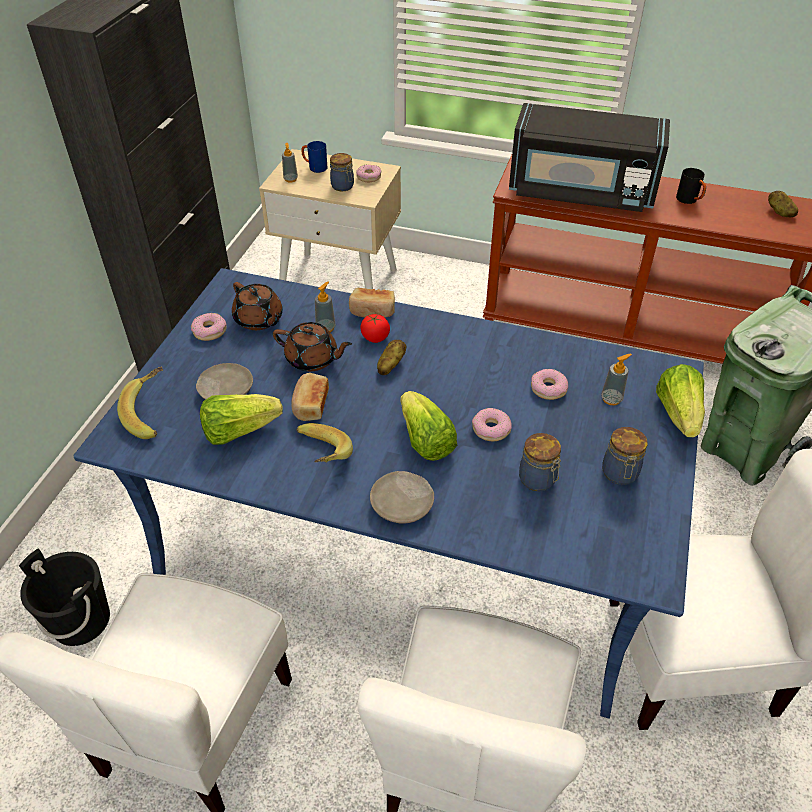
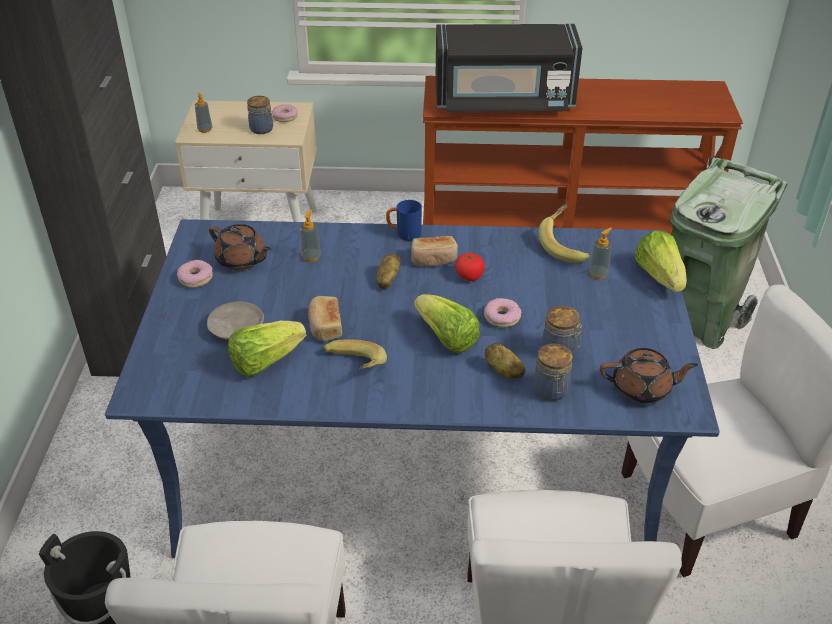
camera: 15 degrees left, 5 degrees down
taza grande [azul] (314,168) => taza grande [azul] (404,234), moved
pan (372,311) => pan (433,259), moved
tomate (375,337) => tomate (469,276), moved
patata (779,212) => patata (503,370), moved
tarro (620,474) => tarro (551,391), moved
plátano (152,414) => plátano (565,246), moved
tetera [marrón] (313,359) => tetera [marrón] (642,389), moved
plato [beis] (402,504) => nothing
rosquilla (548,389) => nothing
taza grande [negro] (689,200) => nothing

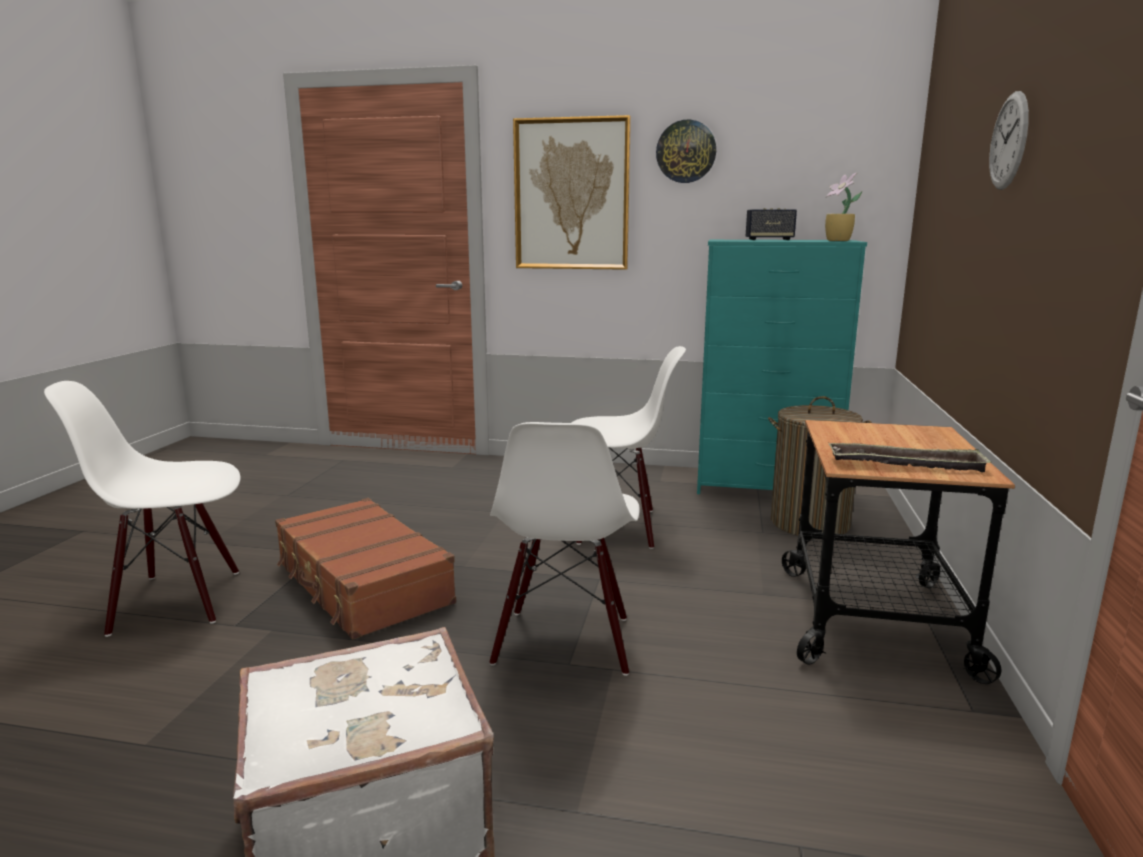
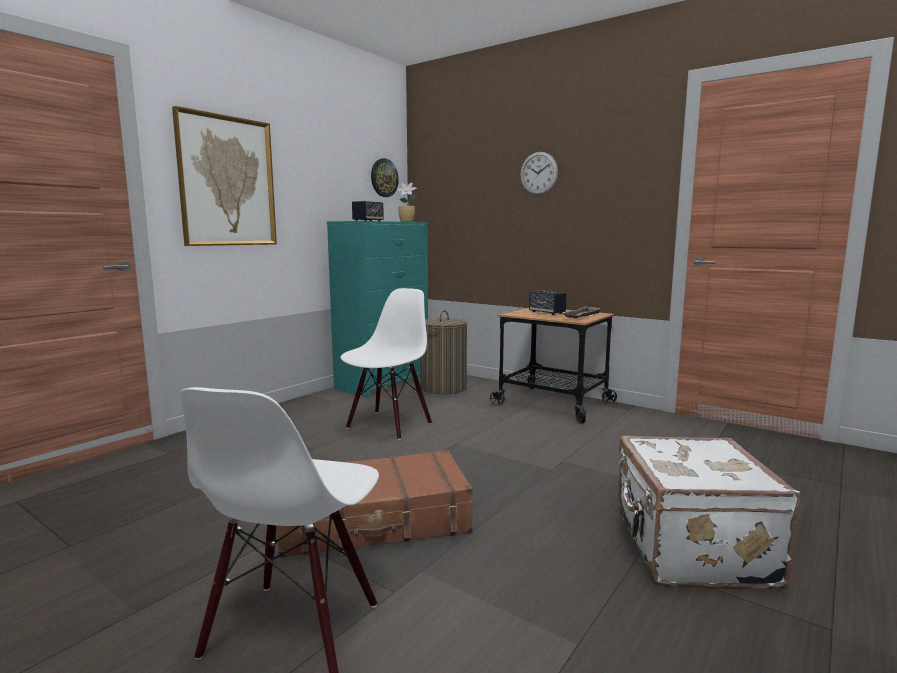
camera: 65 degrees left, 5 degrees down
reloj de pared (686,151) => reloj de pared (384,178), moved
nothing => altavoz (547,313)
silla [blanco] (564,642) => nothing

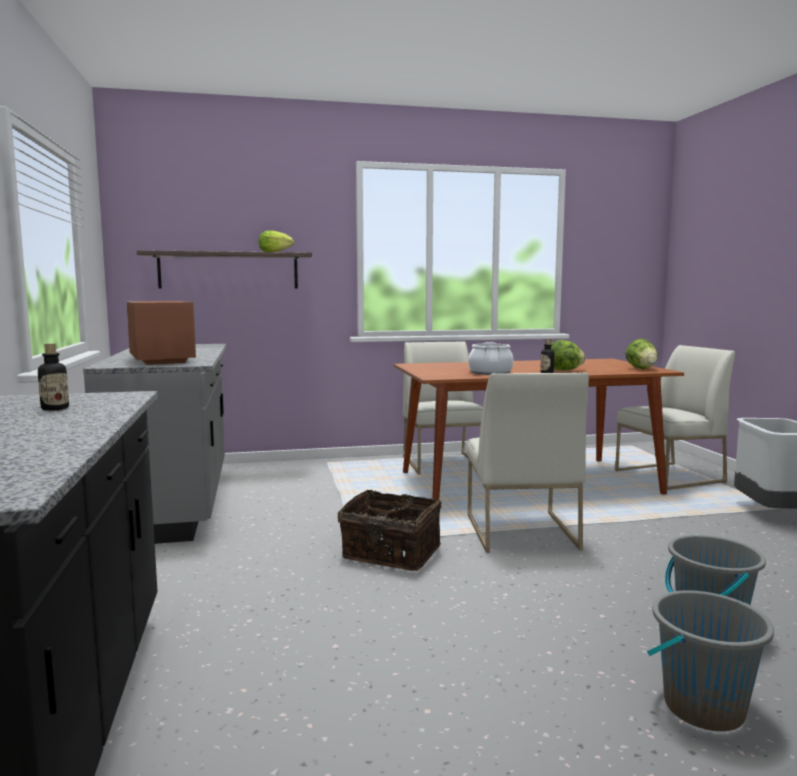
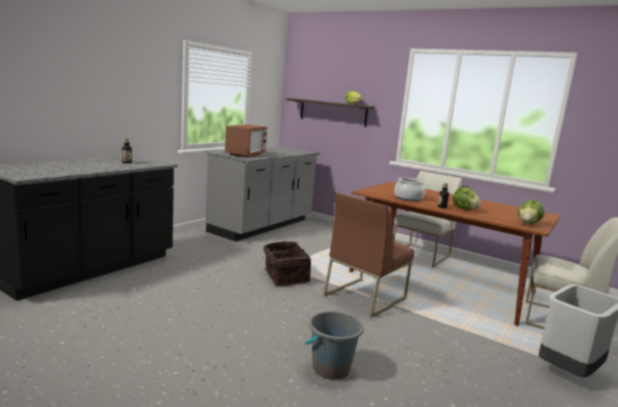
camera: 45 degrees right, 5 degrees up
silla [blanco] (519,531) => silla [marrón] (365,296)
cubo [gris] (703,707) => nothing

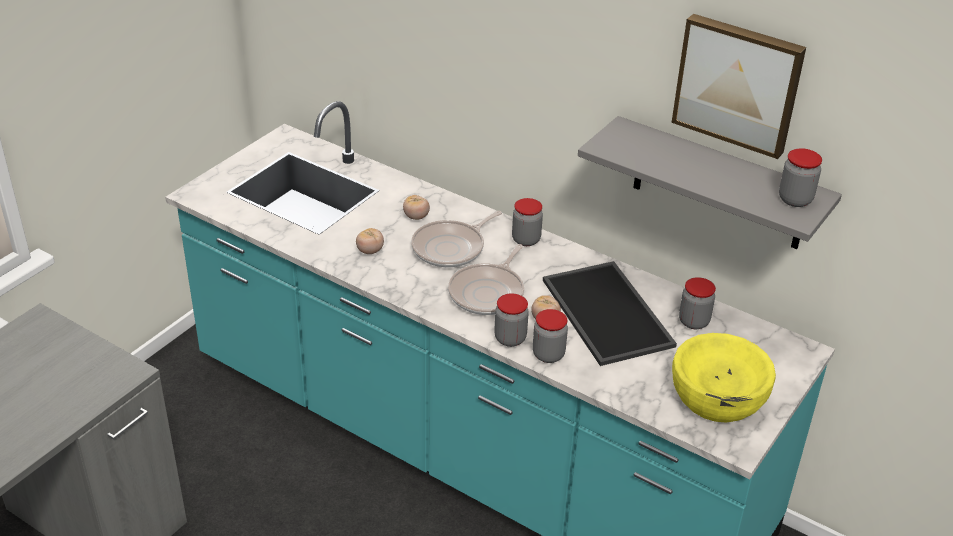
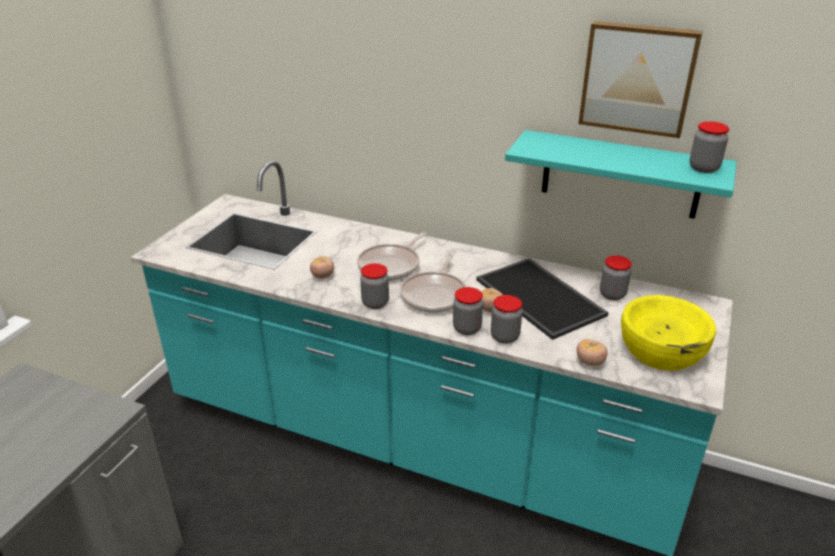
camera: 10 degrees left, 5 degrees down
tarro (526,240) => tarro (375,303), moved
estante [gris] (719,185) => estante [turquesa] (620,174)
tomate (416,217) => tomate (590,362), moved

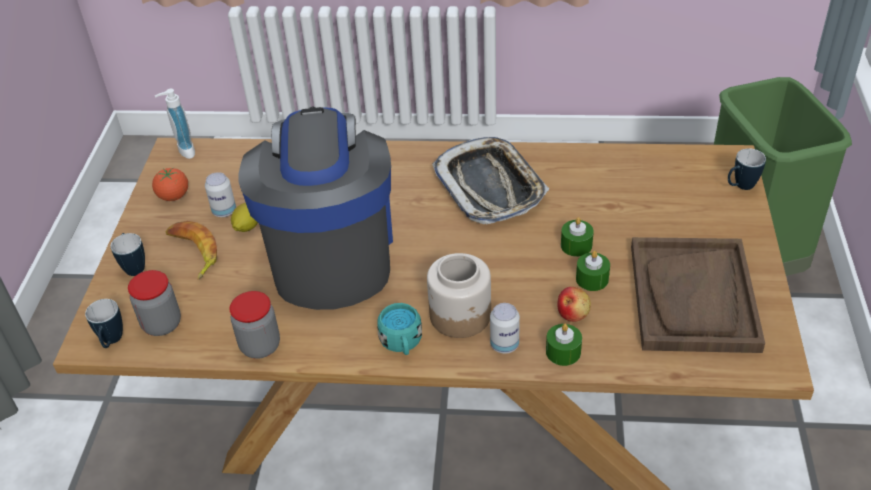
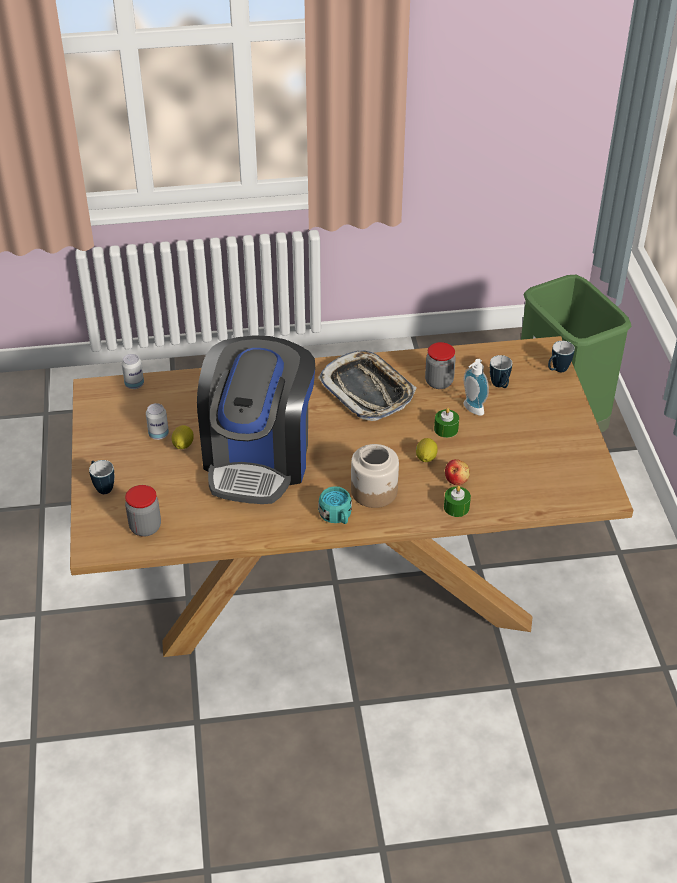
camera: 15 degrees left, 0 degrees up
lata (504,345) => lata (134,384), moved
cafetera (331,253) => cafetera (258,457), 150 degrees counterclockwise
nothing => limón (425,458)
tarro (260,346) => tarro (439,382), moved
dispensador de jabón (183,152) => dispensador de jabón (471,410), moved
taza grande (111,342) => taza grande (500,386), moved
tomate (174,196) => nothing
plátano (193,252) => nothing
vela [verde] (592,279) => nothing
bandeja [marrón] (693,297) => nothing

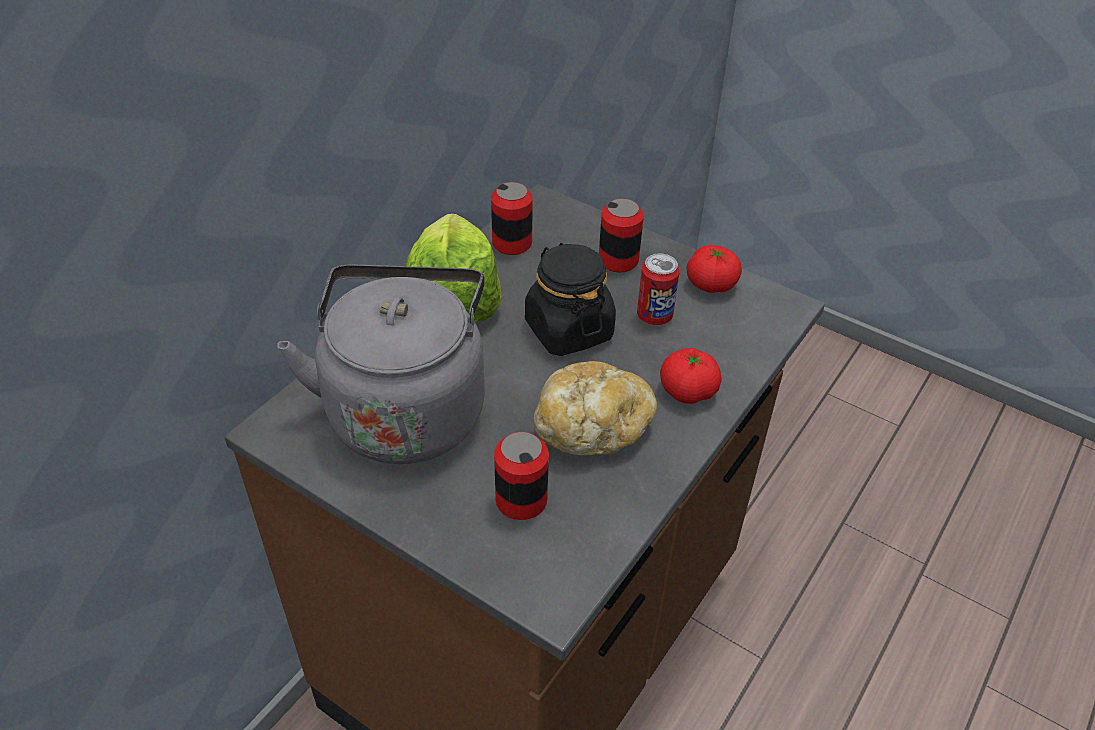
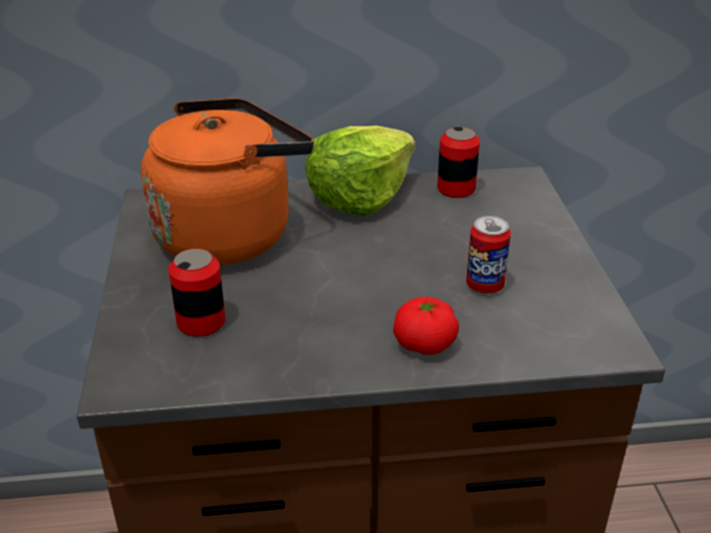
camera: 50 degrees right, 10 degrees down
hervidor [gris] (406,408) => hervidor [naranja] (229,233)
tarro [negro] (568,330) => nothing
pan (592,428) => nothing
lata (618,260) => nothing
tomate (711,284) => nothing

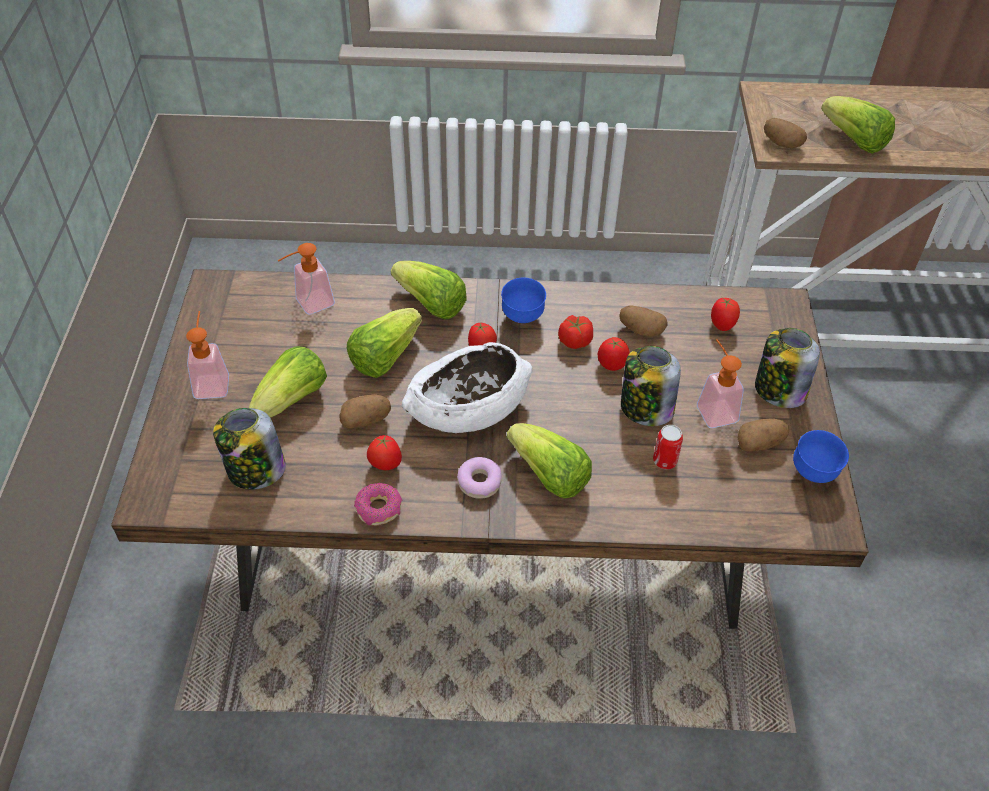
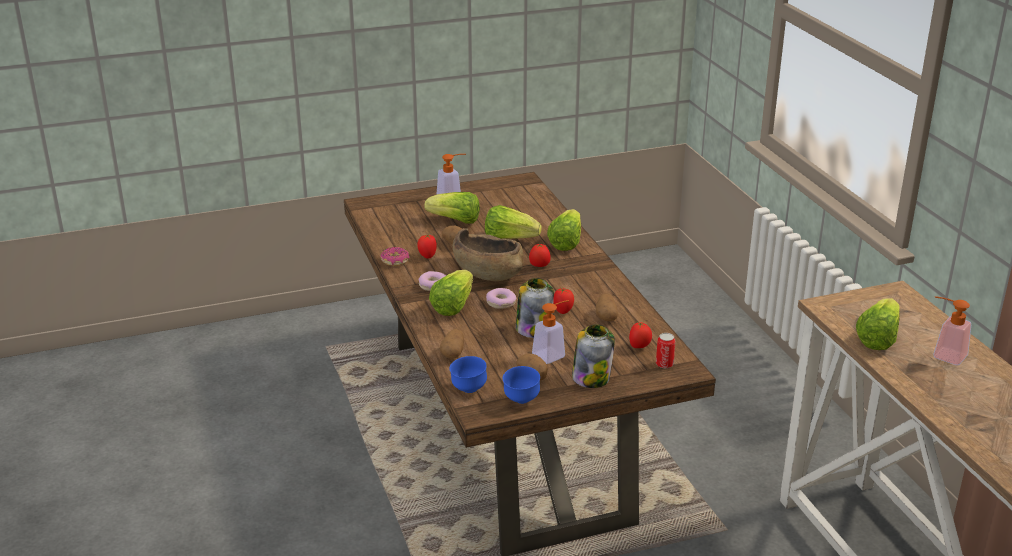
camera: 70 degrees right, 20 degrees down
patata (781,143) => patata (453,353), moved
cuenco [azul] (522,317) => cuenco [azul] (468,389), moved
cuenco [blanco] (468,409) => cuenco [marrón] (487,271)
nothing => rosquilla (501,303)
lata (665,461) => lata (664,364), moved
dispensador de jabón (309,304) => dispensador de jabón (944,354), moved
tarro (255,470) => nothing
tomate (574,341) => nothing

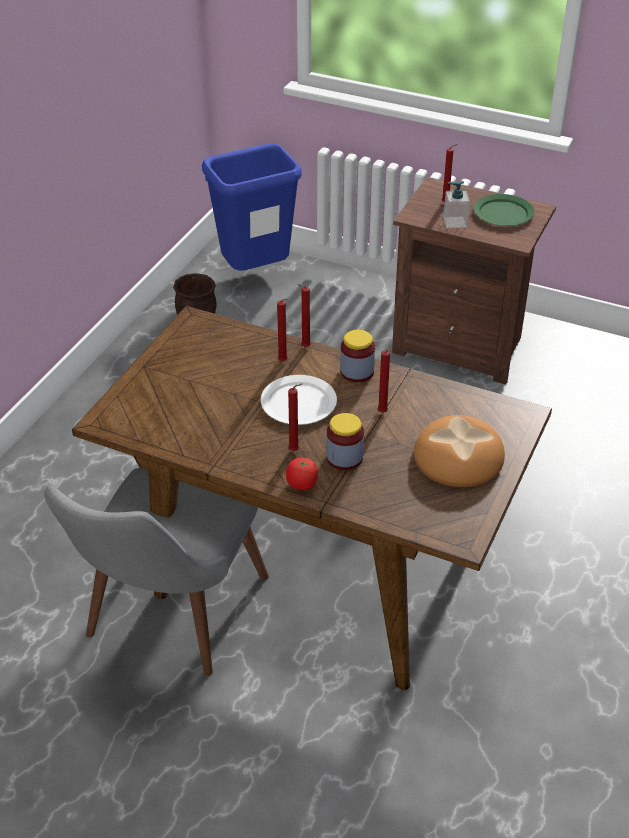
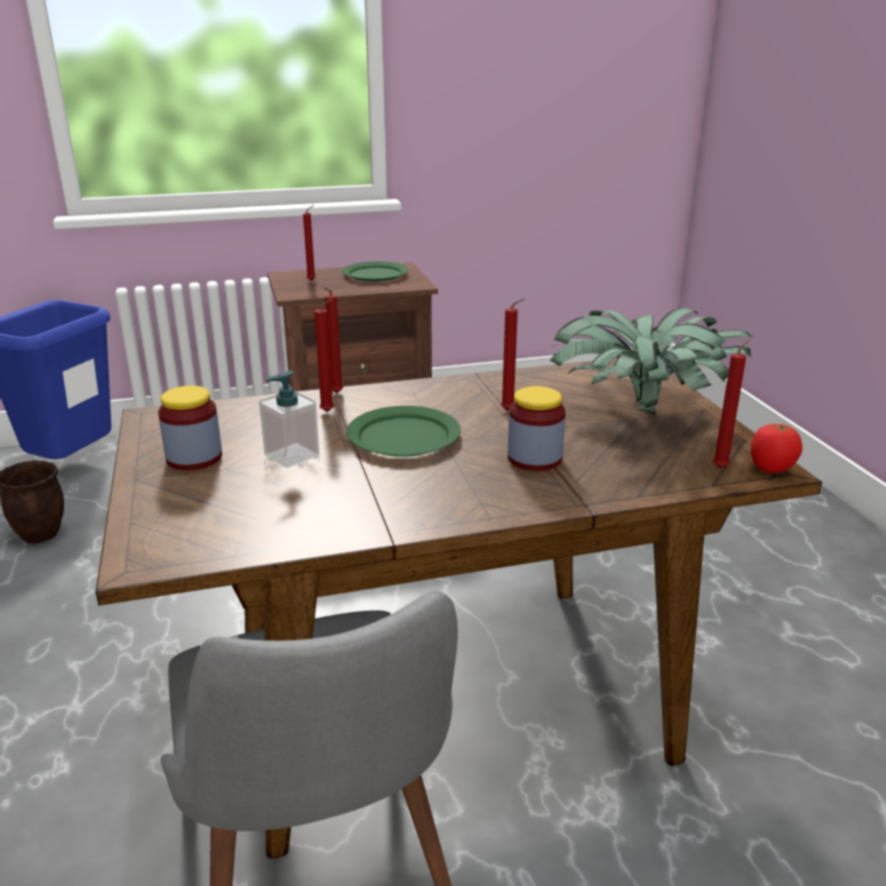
camera: 40 degrees left, 15 degrees down
tarro (357,372) => tarro (194,458), moved
dispensador de jabón (454,222) => dispensador de jabón (291,455), moved
plato [blanco] (299,403) => plato [verde] (404,436)
pan (458,456) => planta en maceta (640,412)
vela [rojo] (295,450) => vela [rojo] (722,467), moved
tomate (301,485) => tomate (771,468), moved

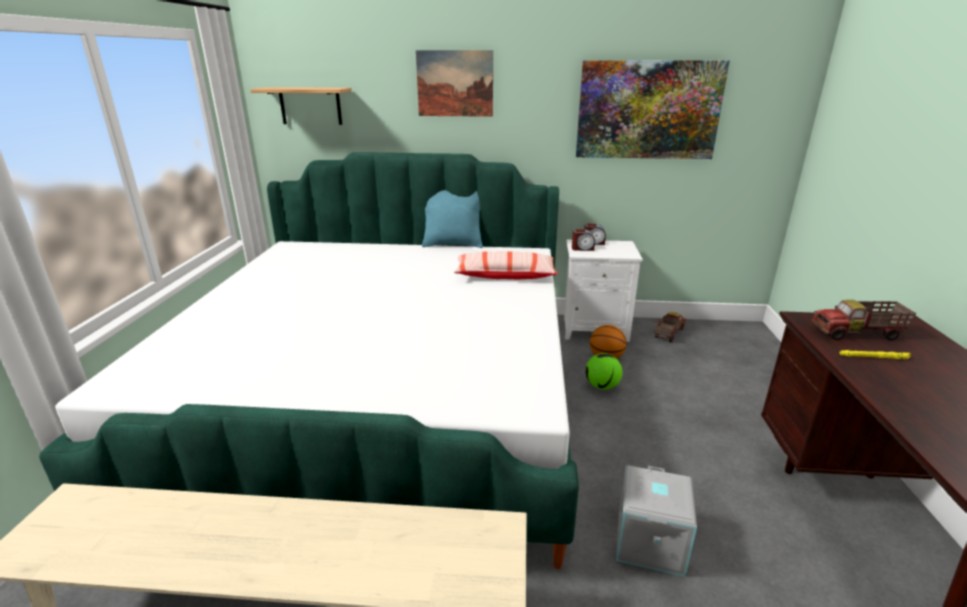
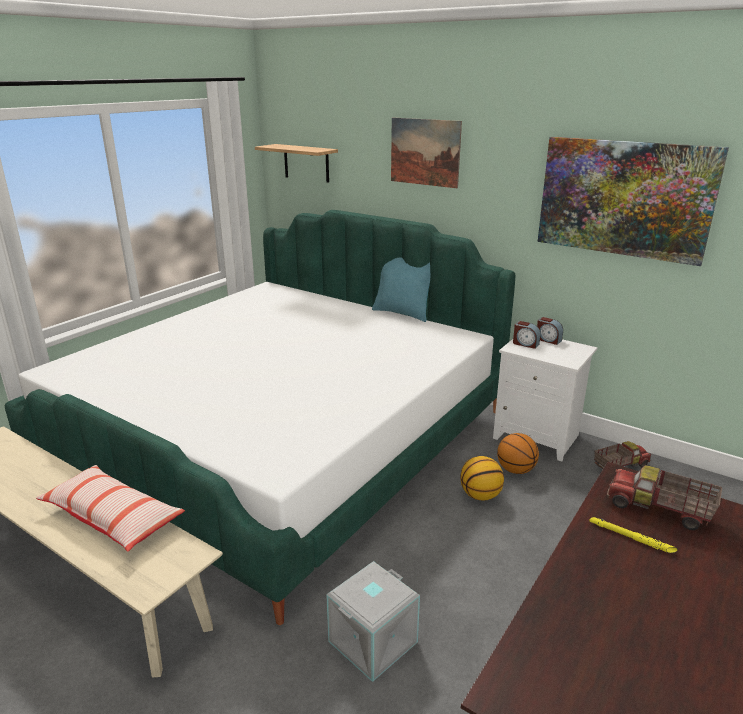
camera: 30 degrees right, 0 degrees up
cojín (505,275) => cojín (113,517), moved
balón de fútbol (602,386) => balón de baloncesto (480,495)

